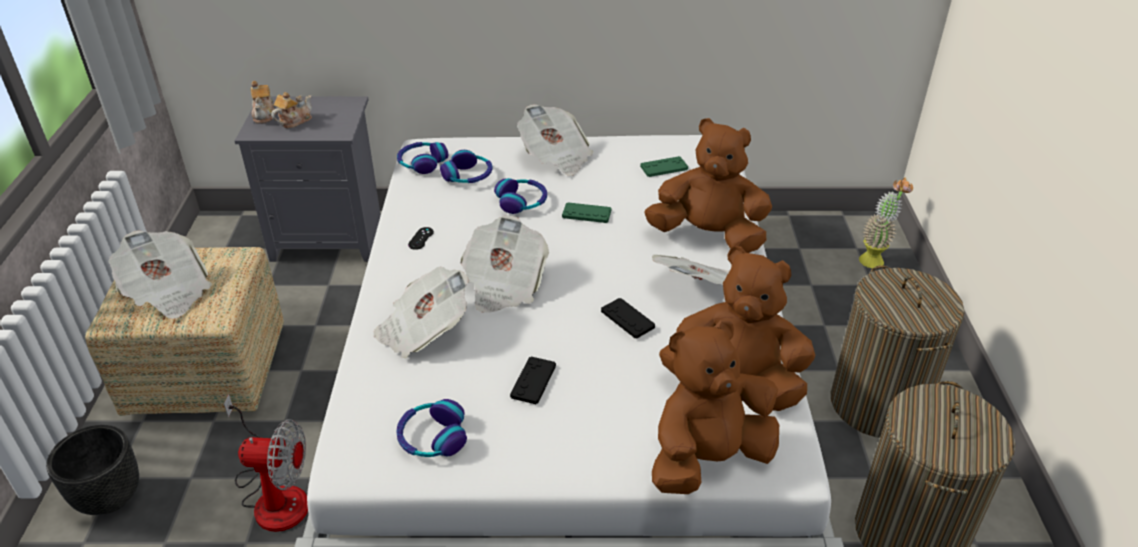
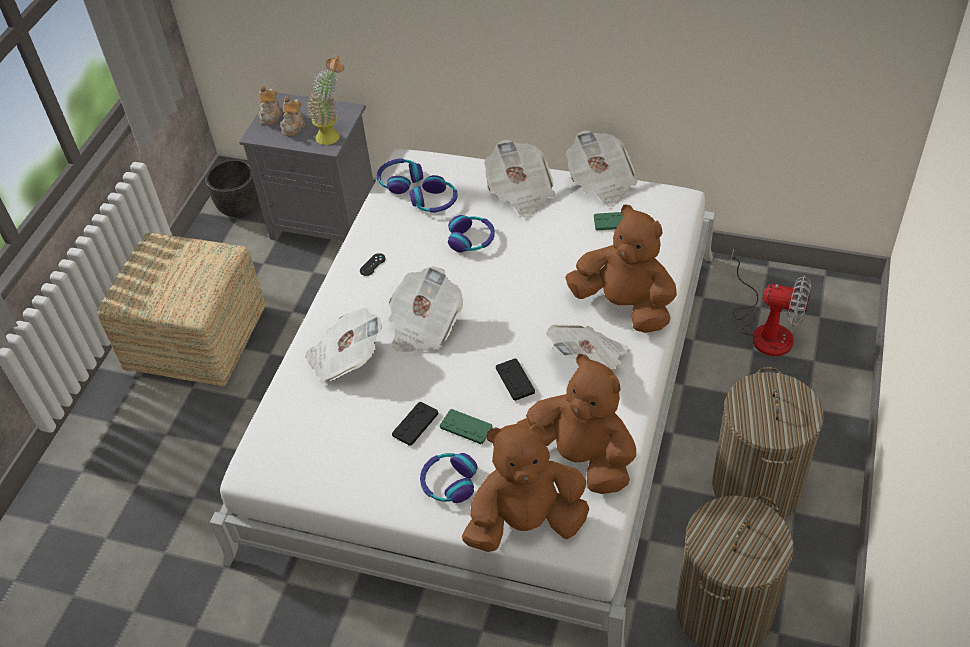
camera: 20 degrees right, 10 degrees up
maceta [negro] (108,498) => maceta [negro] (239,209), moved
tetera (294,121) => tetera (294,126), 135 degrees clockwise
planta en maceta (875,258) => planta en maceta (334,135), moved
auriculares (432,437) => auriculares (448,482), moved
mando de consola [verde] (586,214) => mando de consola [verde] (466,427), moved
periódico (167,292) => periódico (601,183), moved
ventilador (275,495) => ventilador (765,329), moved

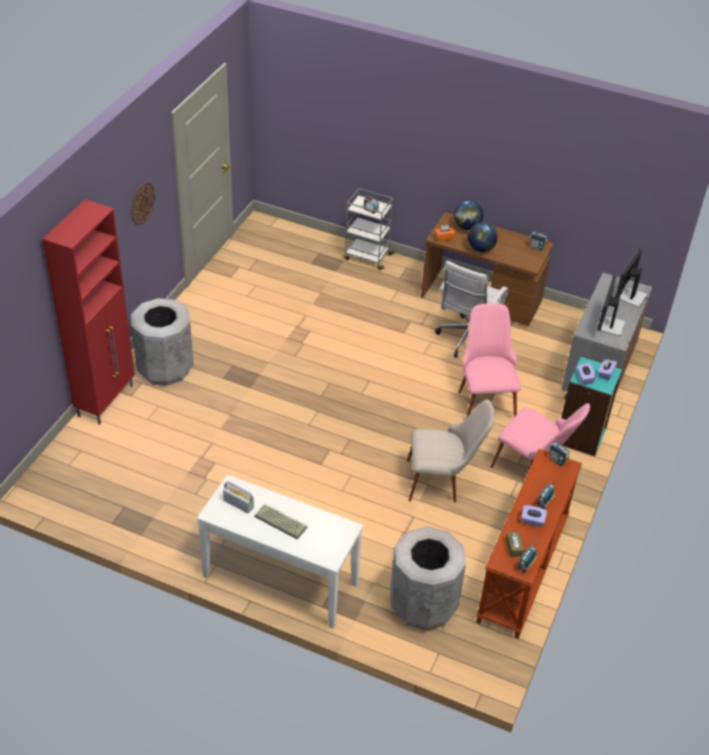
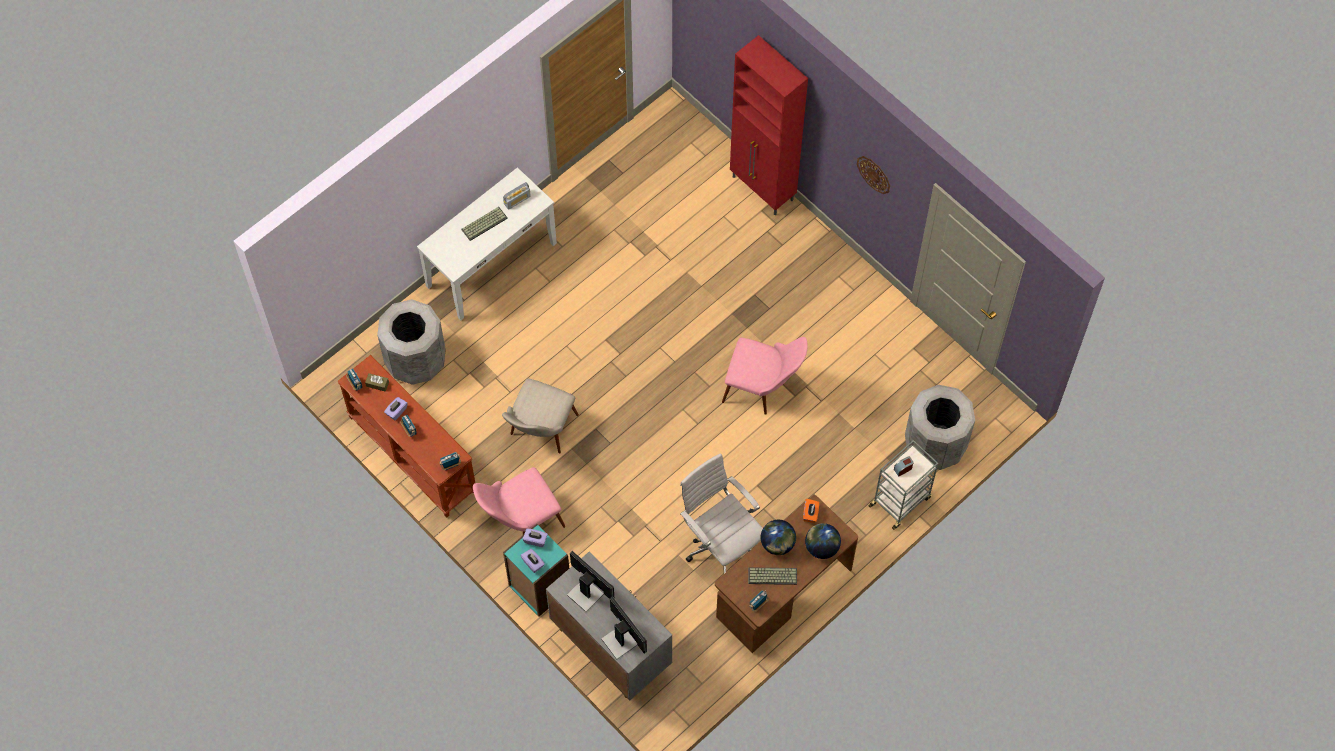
camera: 115 degrees right, 20 degrees up
silla [rosa] (485,398) => silla [rosa] (762,388), moved
nothing => teclado (772,577)
papelera [gris] (165,369) => papelera [gris] (935,444), moved

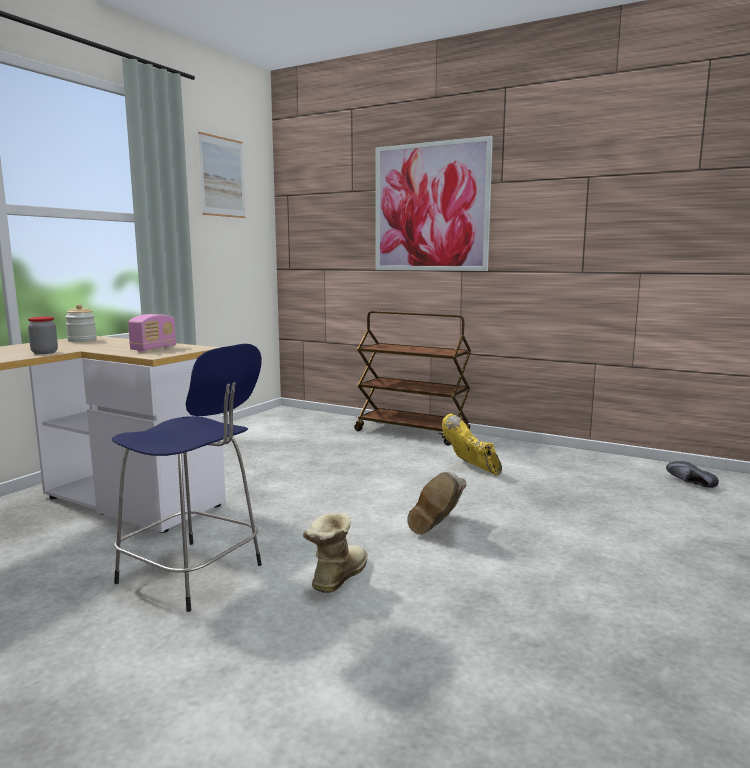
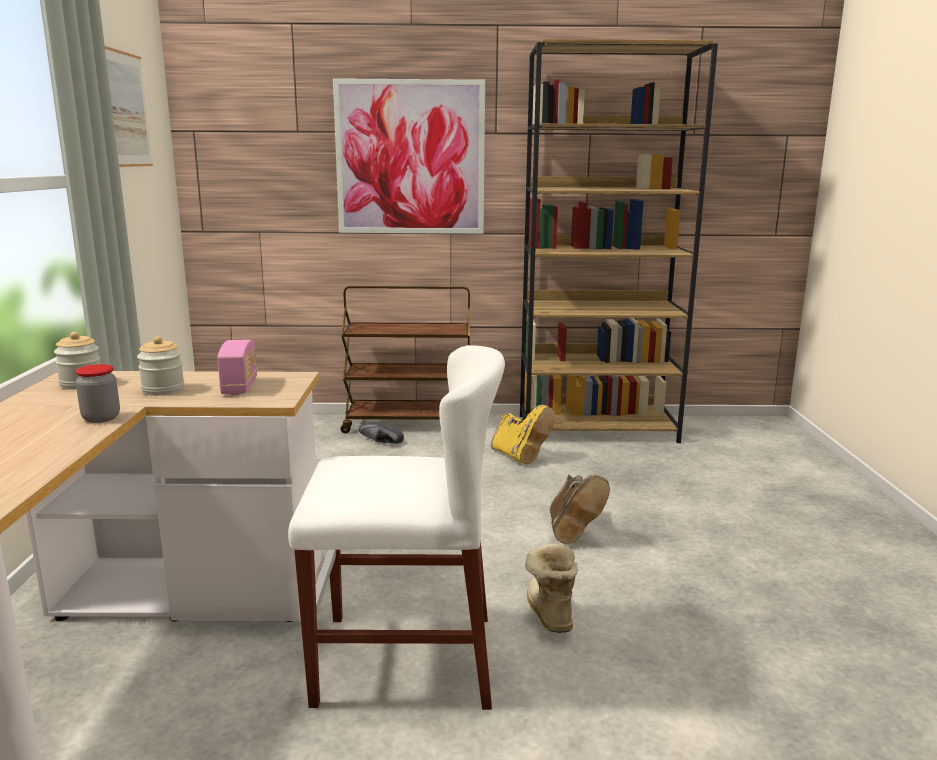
camera: 30 degrees left, 5 degrees up
nothing => tarro (163,390)
taburete [azul] (194,575) => silla [blanco] (405,659)
zapato [negro] (689,484) => zapato [negro] (379,442), moved
bota [amarillo] (471,468) => bota [amarillo] (519,457), 150 degrees counterclockwise
nothing => estantería [marrón] (597,428)

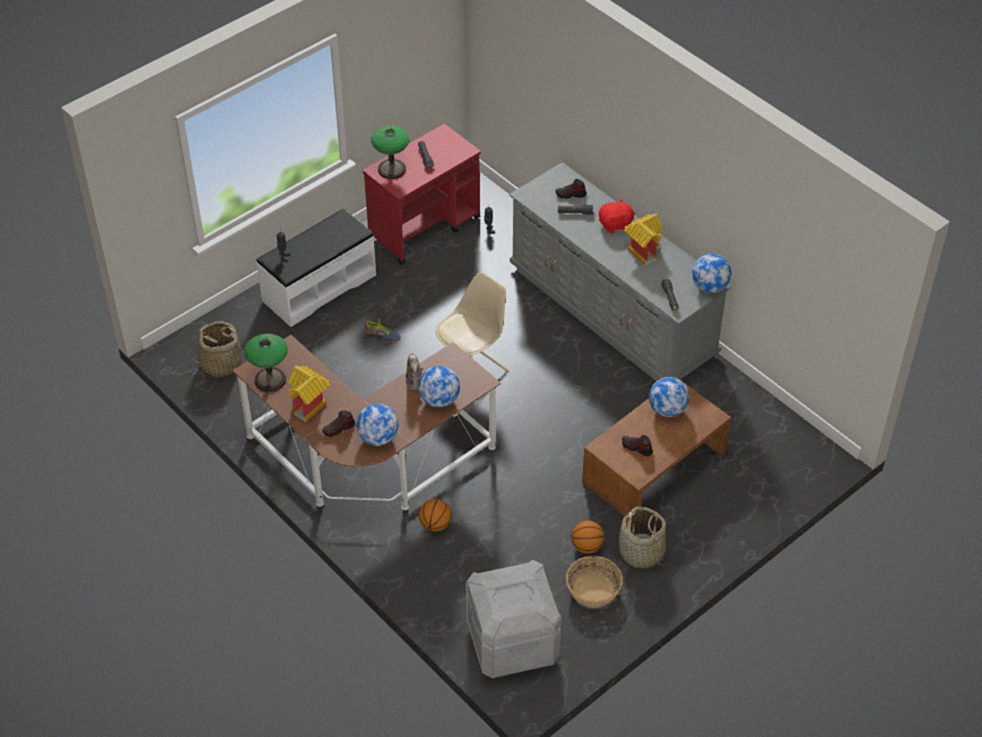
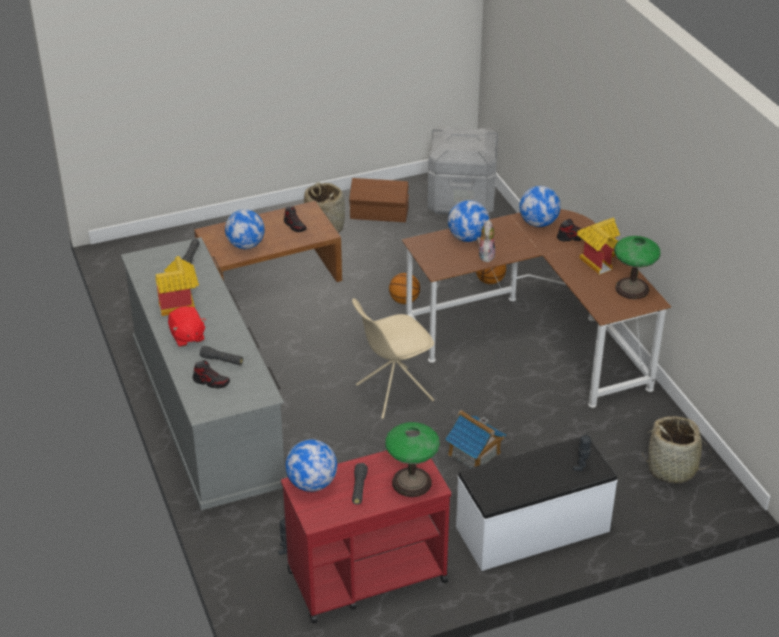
camera: 160 degrees left, 10 degrees down
peluche [rojo] (615,225) => peluche [rojo] (187,337), 120 degrees counterclockwise
globo terráqueo (709,287) => globo terráqueo (312,484), moved
cesta (593,590) => caja de almacenaje [marrón] (379,214)
balón de baloncesto (586,546) => balón de baloncesto (404,301), moved
zapato (383,334) => casita (474,454)

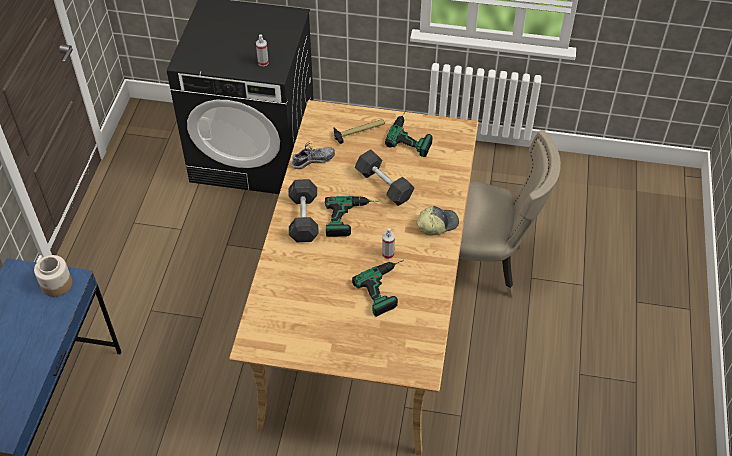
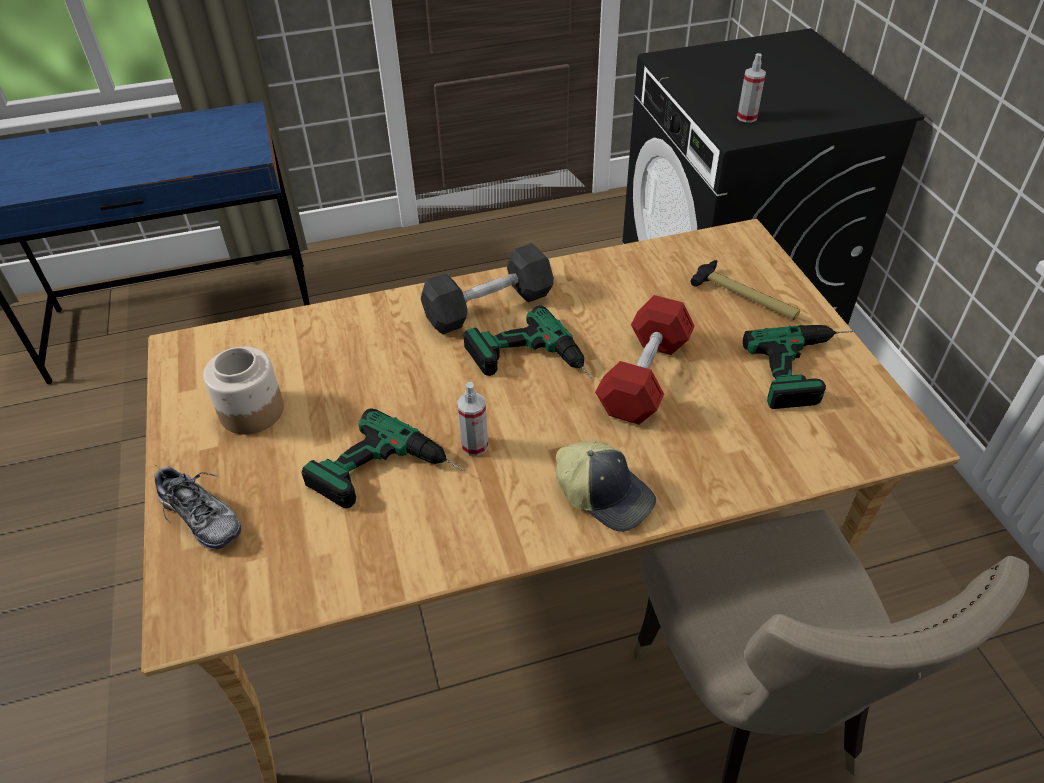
camera: 65 degrees right, 5 degrees down
zapato (313,160) => zapato (201,517), moved
tarro (57,285) => tarro (251,412), moved
mancuerna [gris] (384,185) => mancuerna [rojo] (644,376)

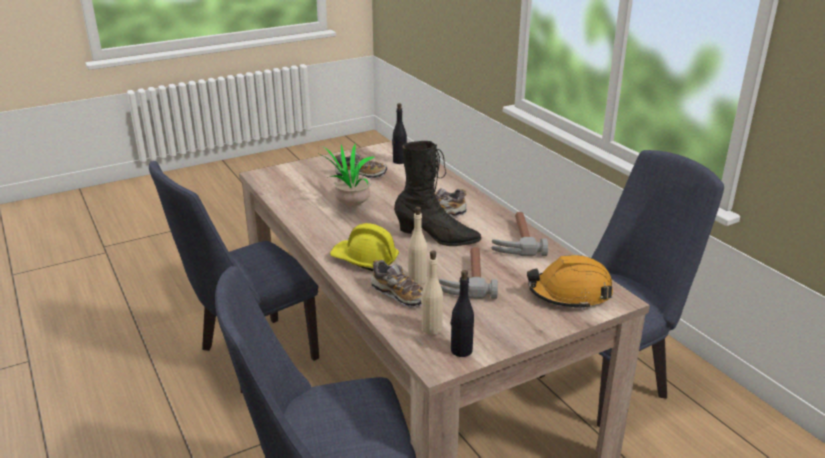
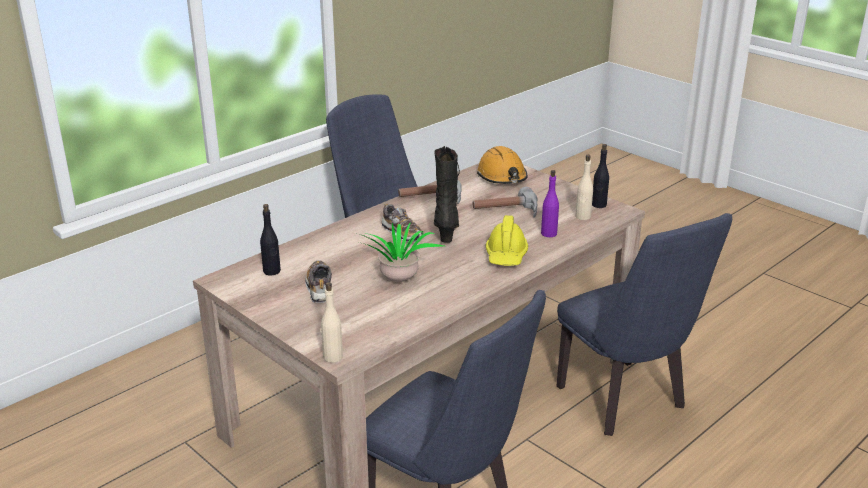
camera: 105 degrees left, 0 degrees up
botella [beis] (417,279) => botella [beis] (332,357), moved
zapato (399,295) => botella [morado] (549,233)

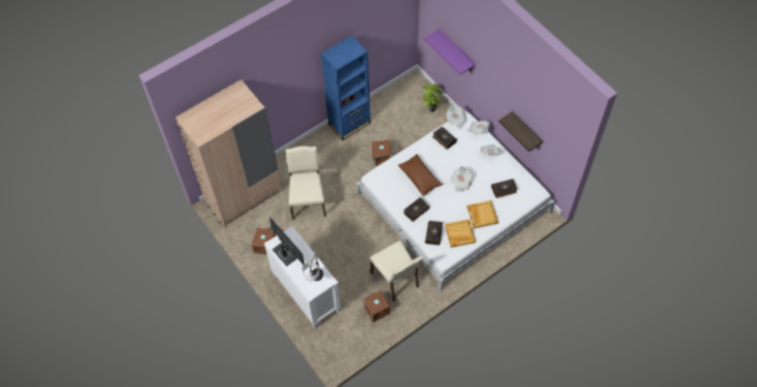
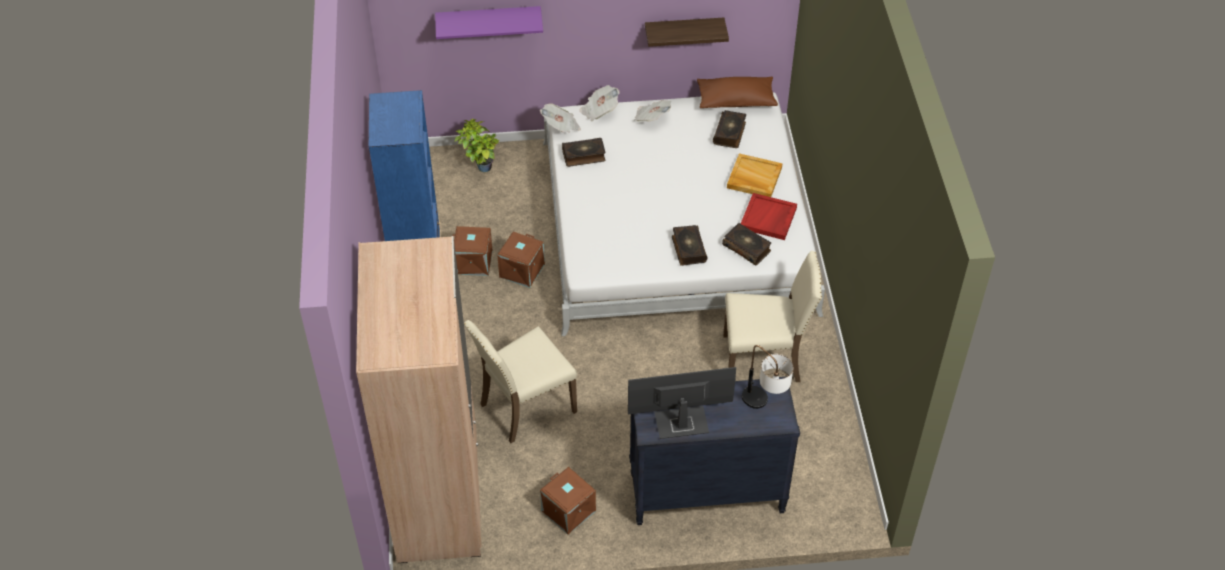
camera: 60 degrees left, 10 degrees down
caja de almacenaje [marrón] (376,310) => caja de almacenaje [marrón] (473,263), moved
silla [beis] (308,201) => silla [beis] (525,407), 60 degrees counterclockwise
cómoda [blanco] (306,293) => cómoda [negro] (706,494)
cojín [marrón] (419,178) => cojín [marrón] (736,101), moved
bandeja [beis] (459,234) => bandeja [rojo] (768,218)
periódico (461,183) => nothing

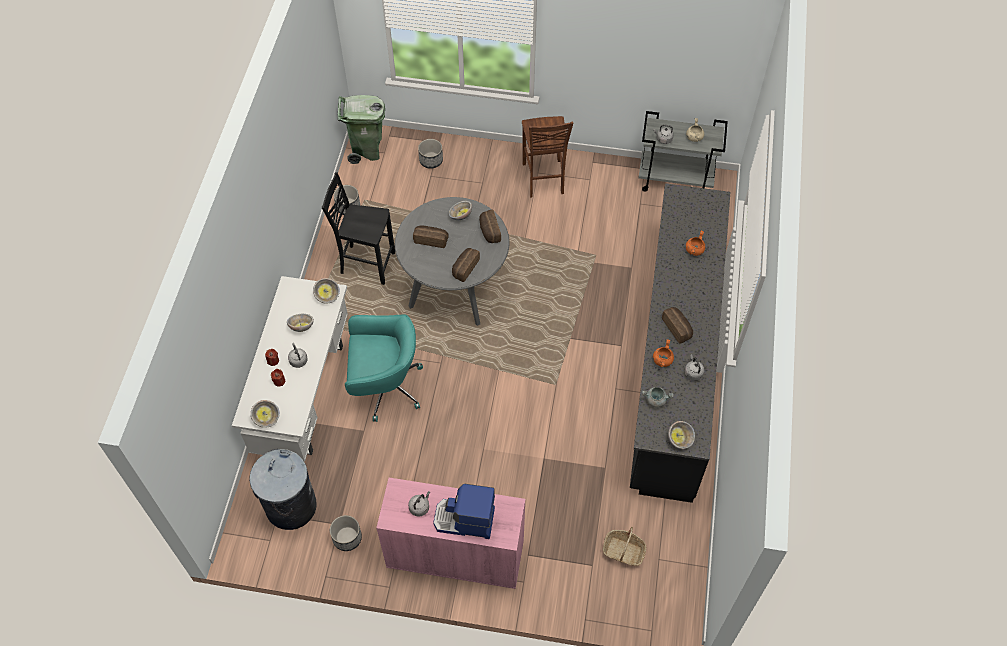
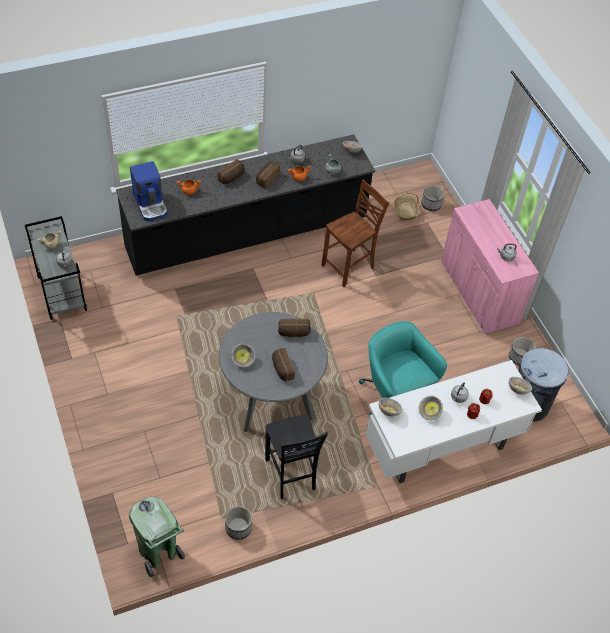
camera: 125 degrees left, 5 degrees down
cafetera (464,520) => cafetera (151,204), moved
pan (489,231) => pan (232,177), moved
silla [marrón] (543,179) => silla [marrón] (349,267), moved
maceta (431,160) => maceta (431,204), moved

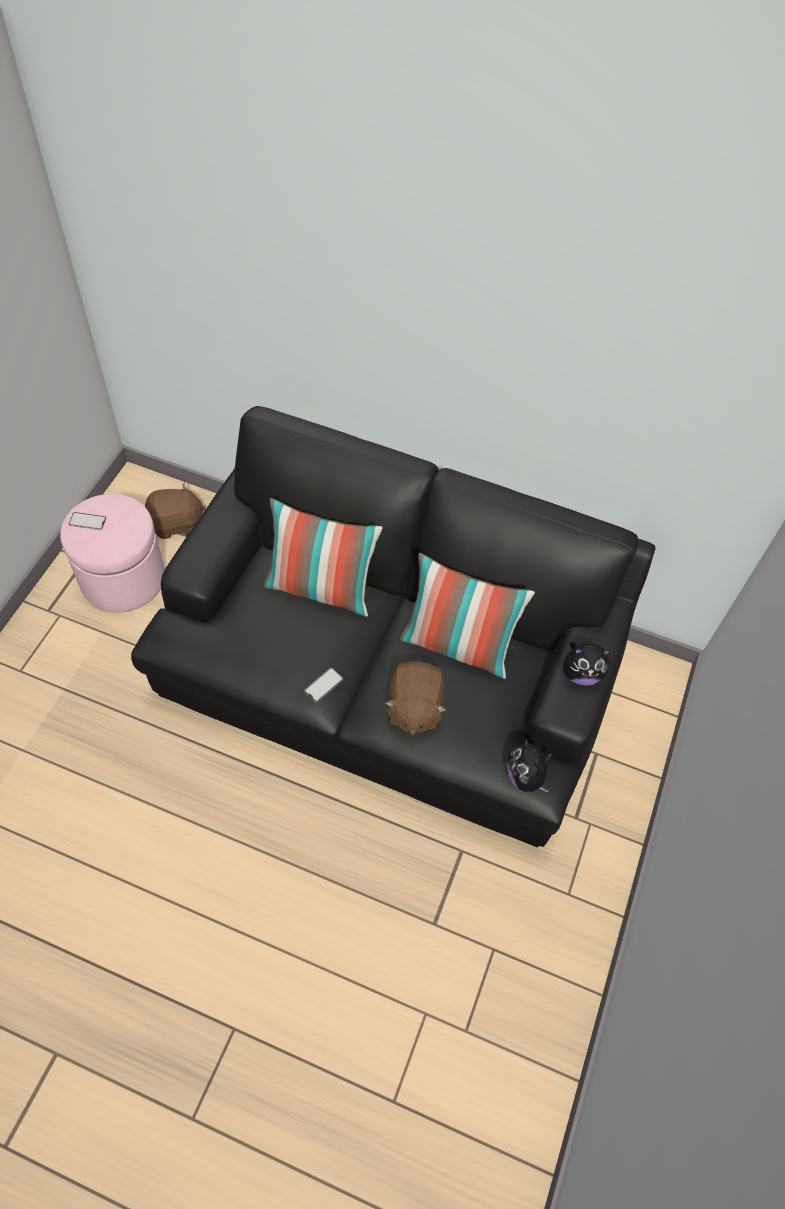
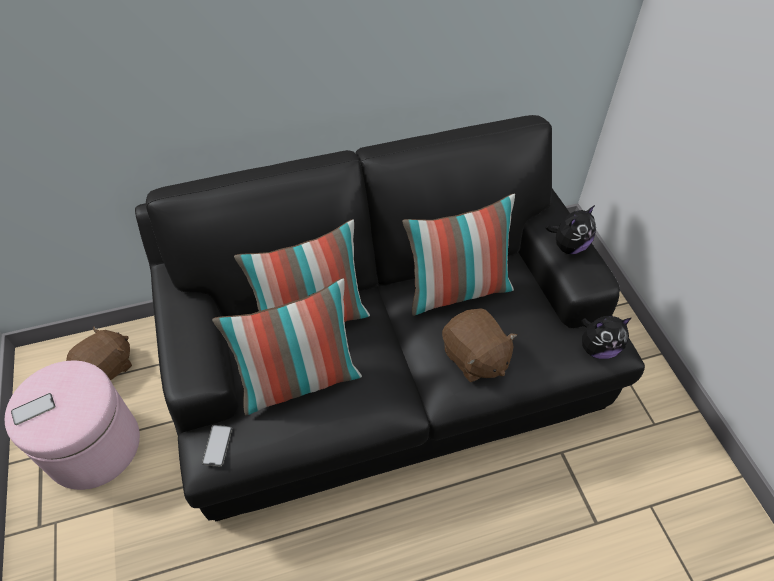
camera: 35 degrees left, 5 degrees down
móvil (323,685) => móvil (217,445), moved
nothing => cojín (299,380)
peluche (526,776) => peluche (598,348), 45 degrees counterclockwise

